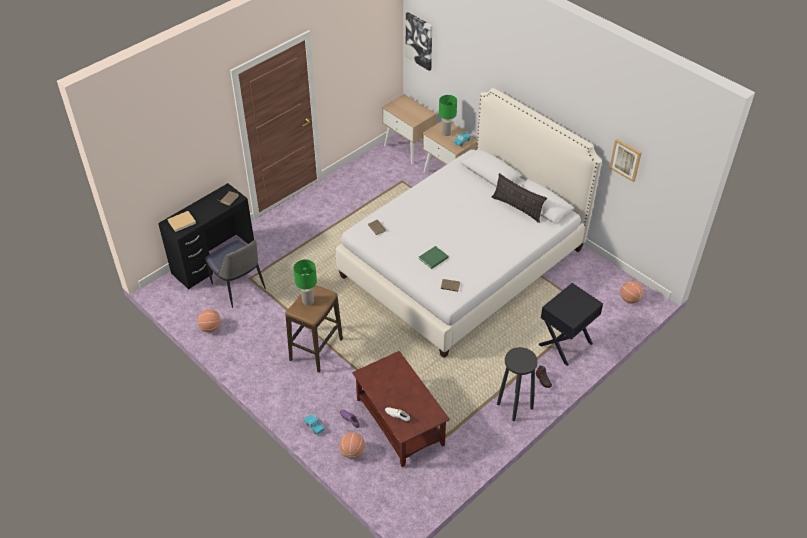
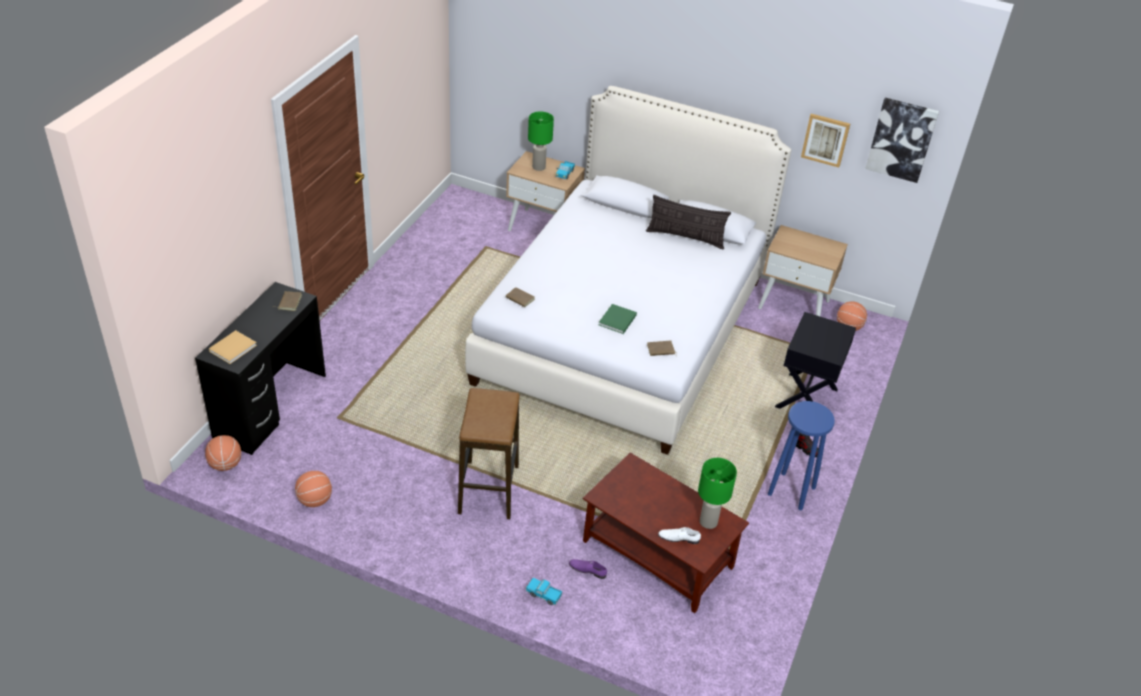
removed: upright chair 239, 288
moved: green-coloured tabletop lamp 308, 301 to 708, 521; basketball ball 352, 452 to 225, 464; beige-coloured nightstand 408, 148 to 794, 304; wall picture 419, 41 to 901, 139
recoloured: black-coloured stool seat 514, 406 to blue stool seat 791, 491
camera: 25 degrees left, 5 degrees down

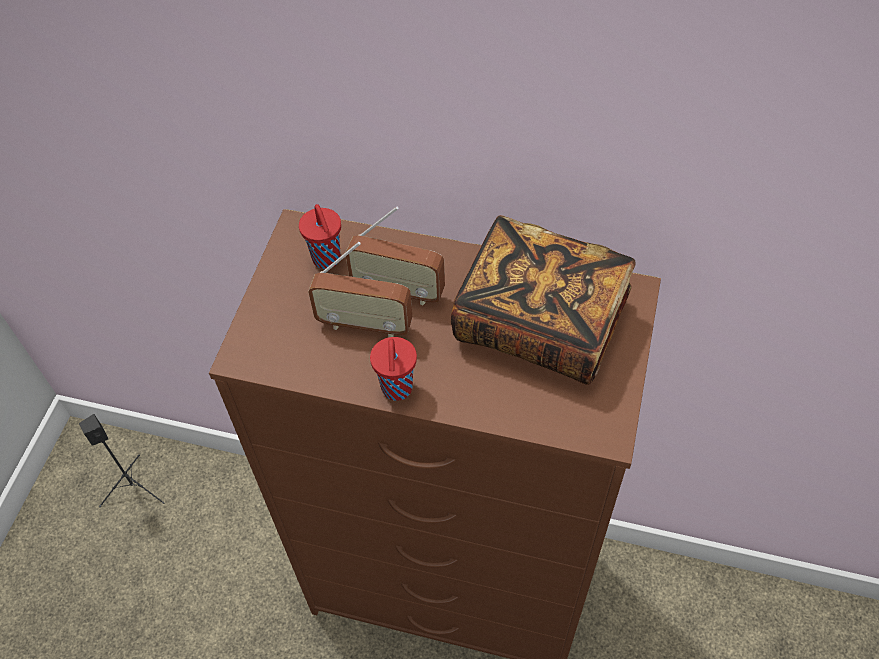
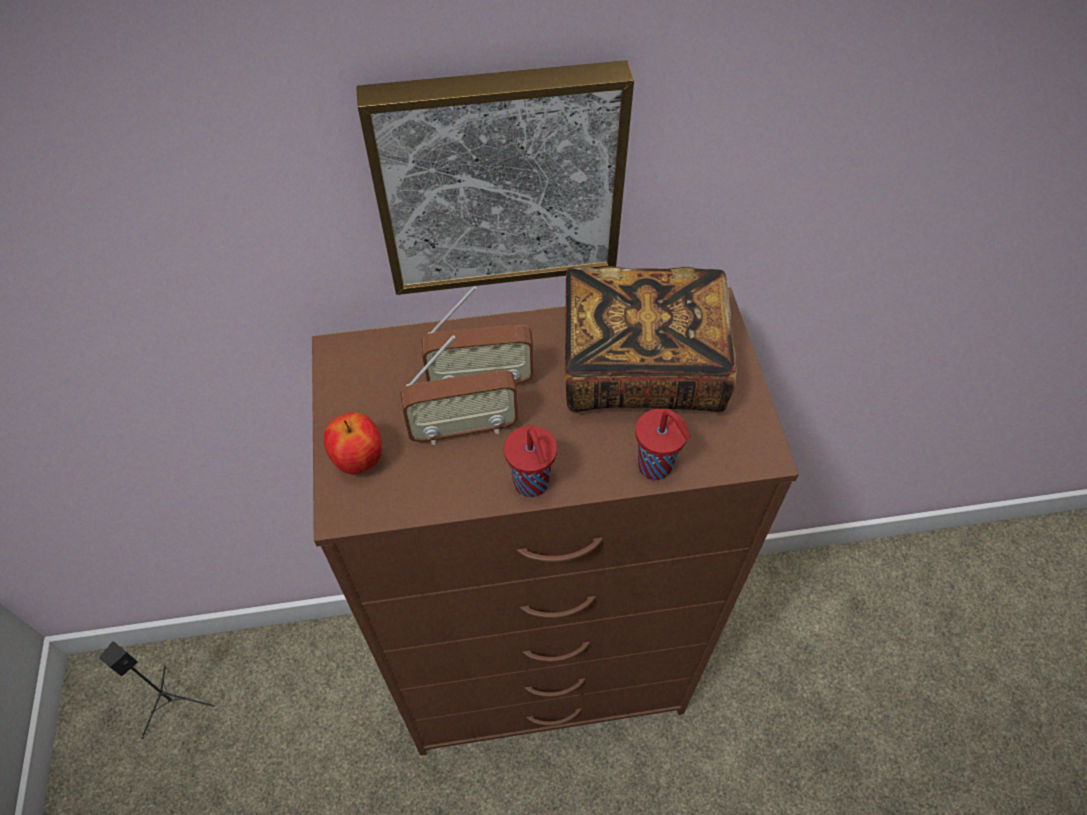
added: apple fruit 359, 461; wall picture 499, 178
moved: red cup 327, 260 to 656, 467
camera: 25 degrees left, 0 degrees up

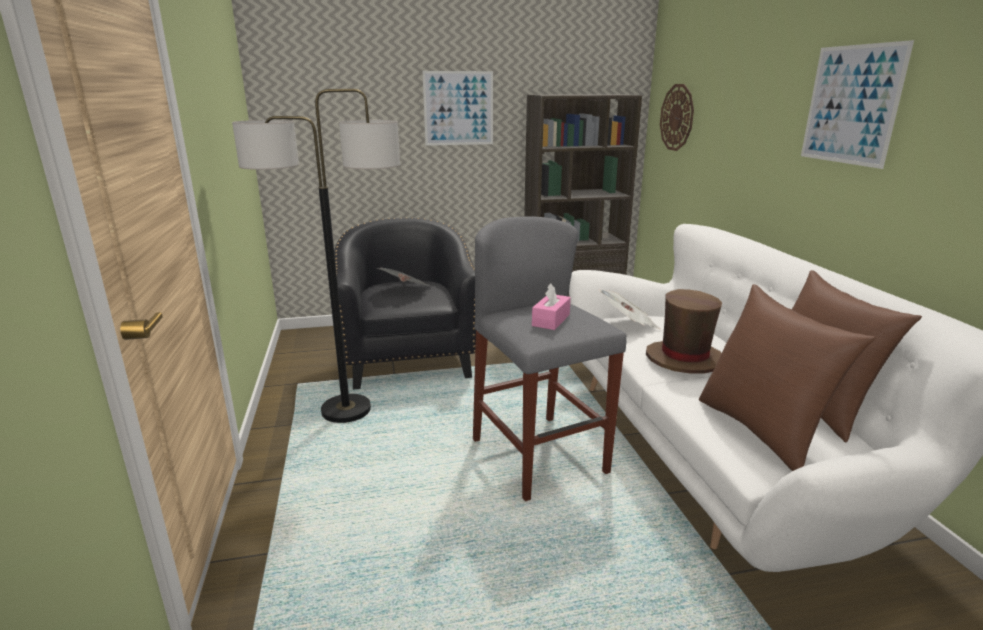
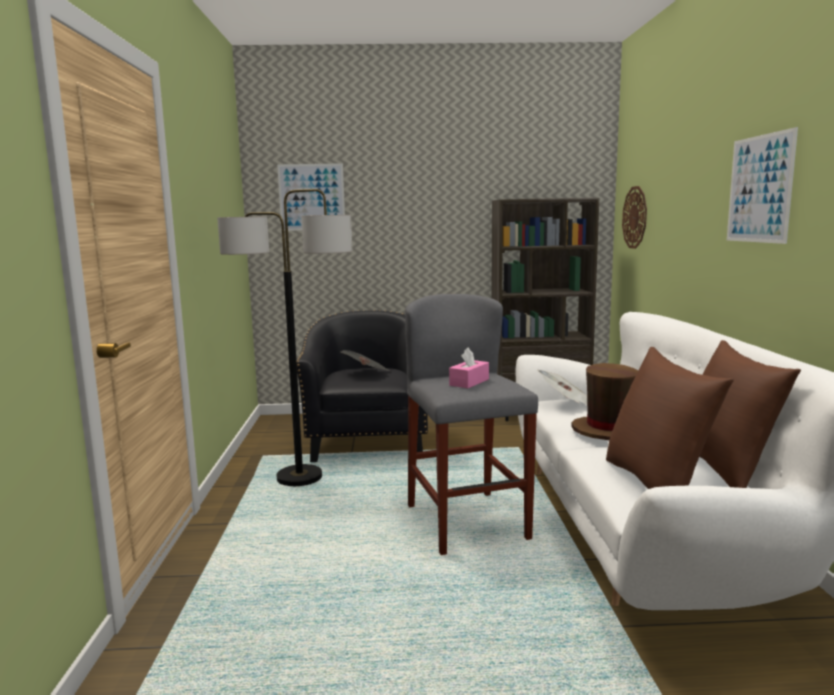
moved: wall picture 458, 108 to 311, 197
camera: 10 degrees right, 10 degrees down

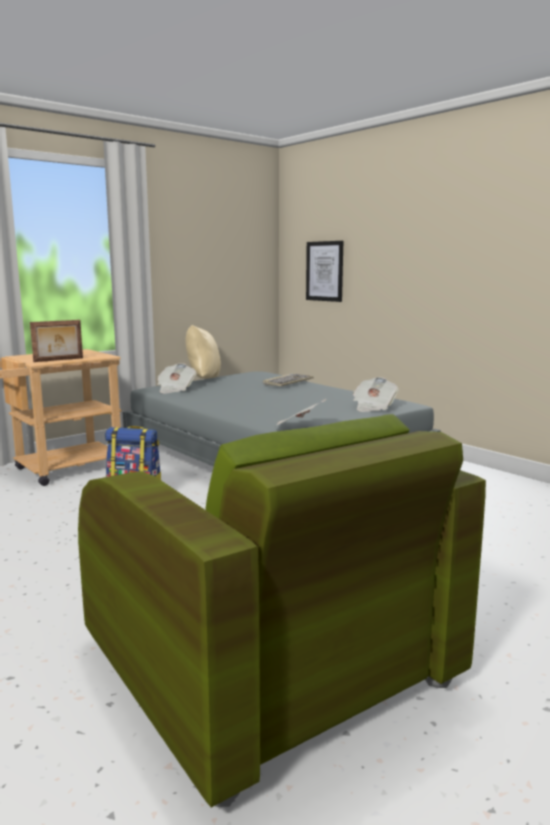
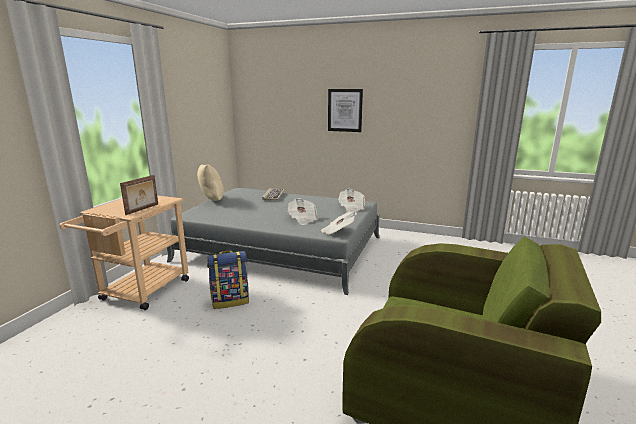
moved: newspaper 175, 389 to 302, 219; wall picture 324, 271 to 345, 110
camera: 30 degrees left, 5 degrees up

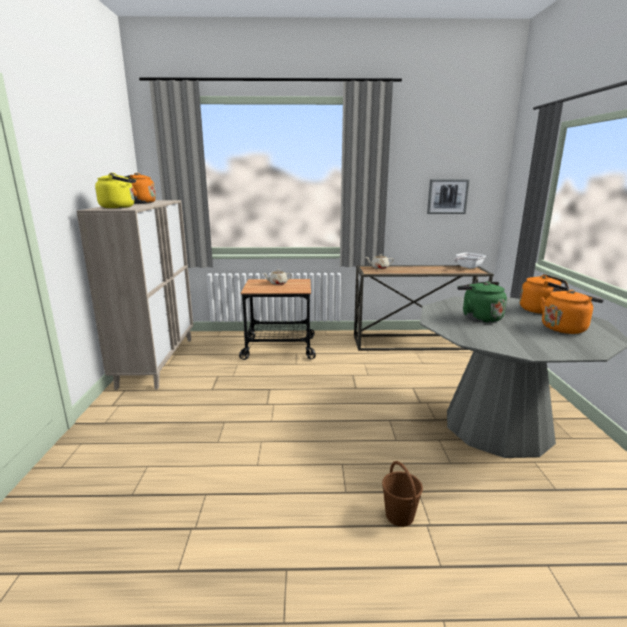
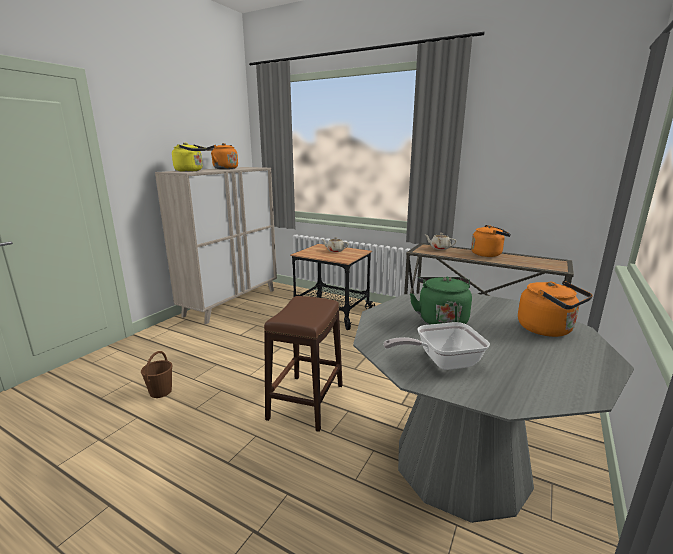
removed: wall picture 447, 196
added: brownish stool seat 305, 401
moved: brownish bucket 399, 515 to 161, 391; skillet 467, 267 to 441, 362; orange water kettle 564, 328 to 488, 254
camera: 30 degrees right, 0 degrees up

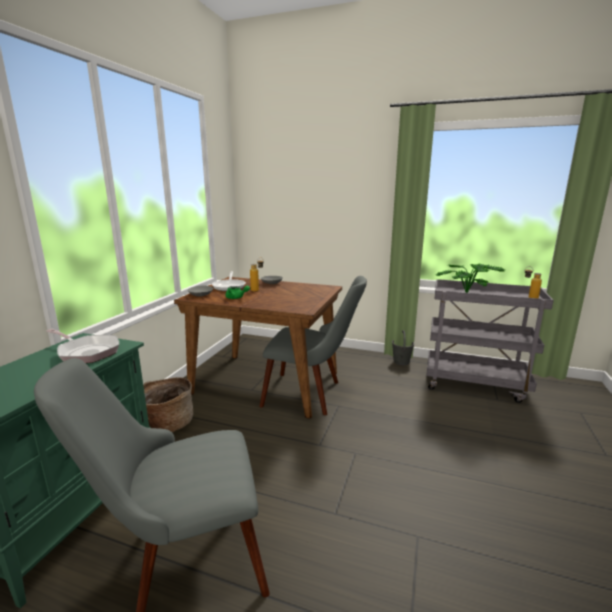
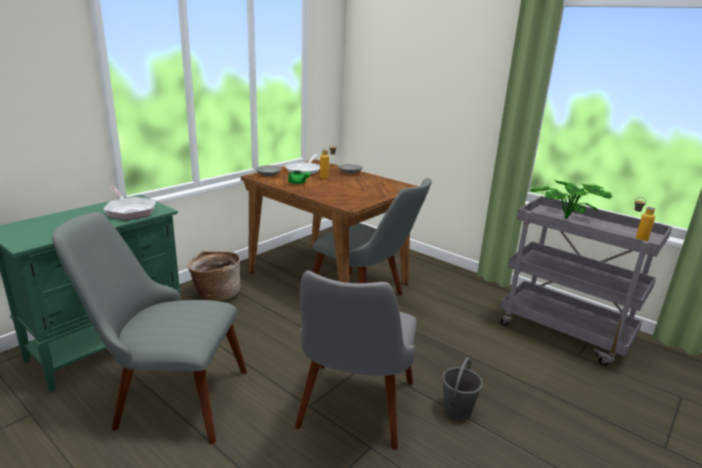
added: grey upright chair 352, 415
moved: grey bucket 401, 362 to 457, 410
camera: 20 degrees right, 5 degrees up

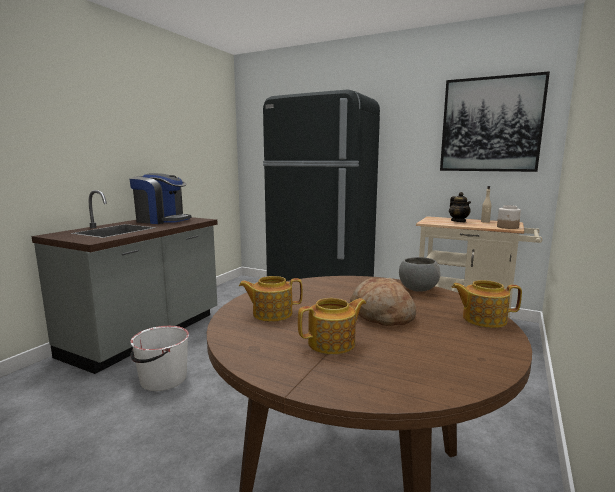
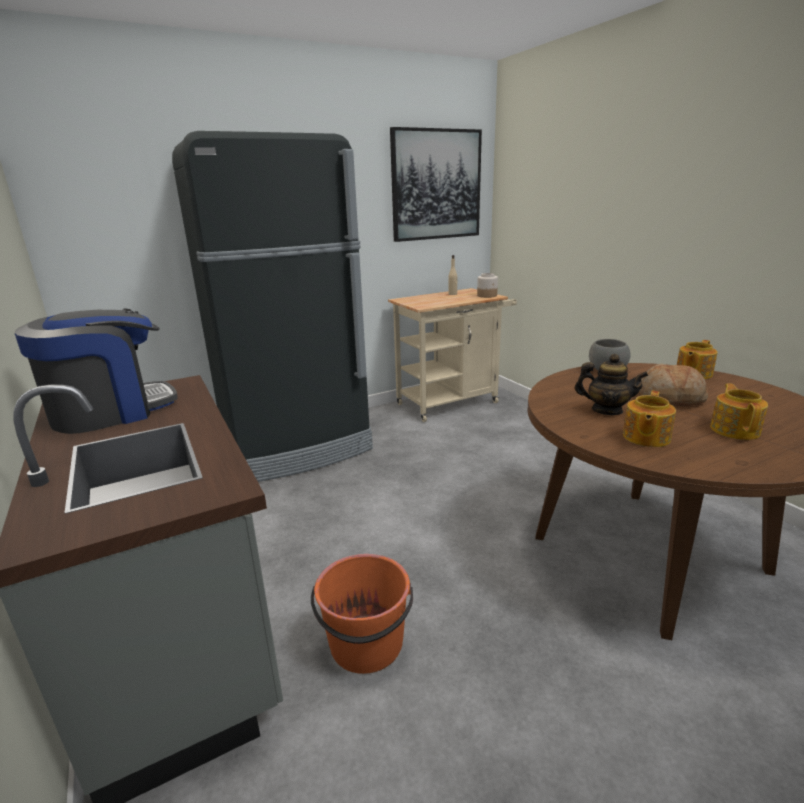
moved: tea pot 458, 221 to 606, 410
recoloured: white-coloured bucket 162, 379 to orange bucket 366, 644
camera: 55 degrees left, 10 degrees up

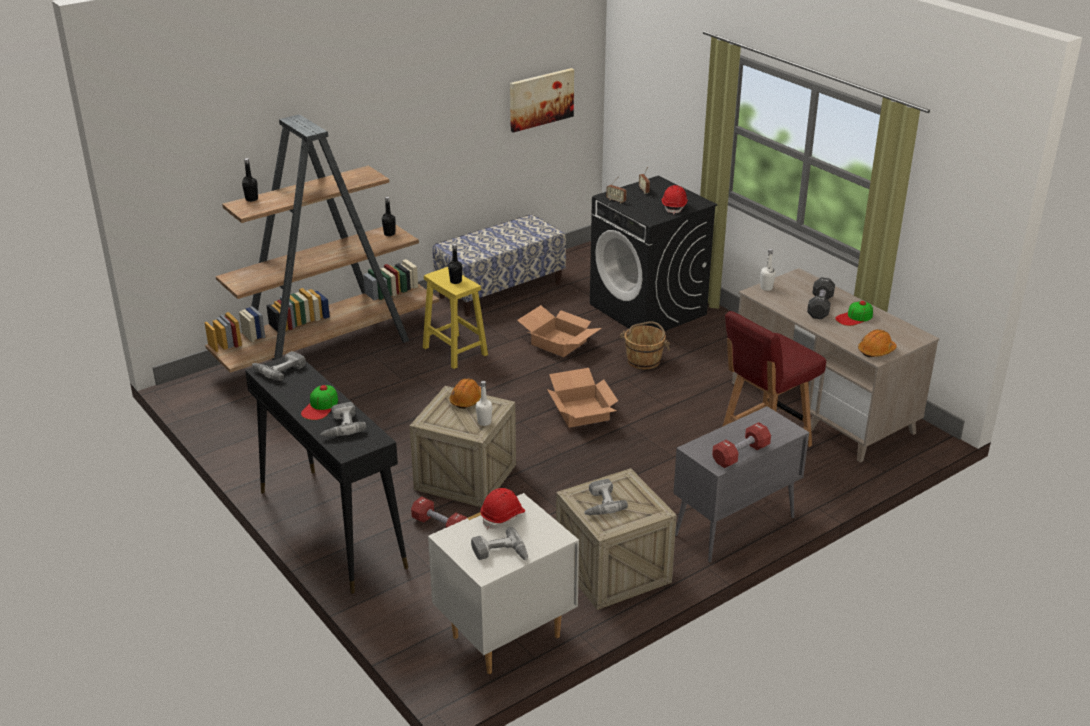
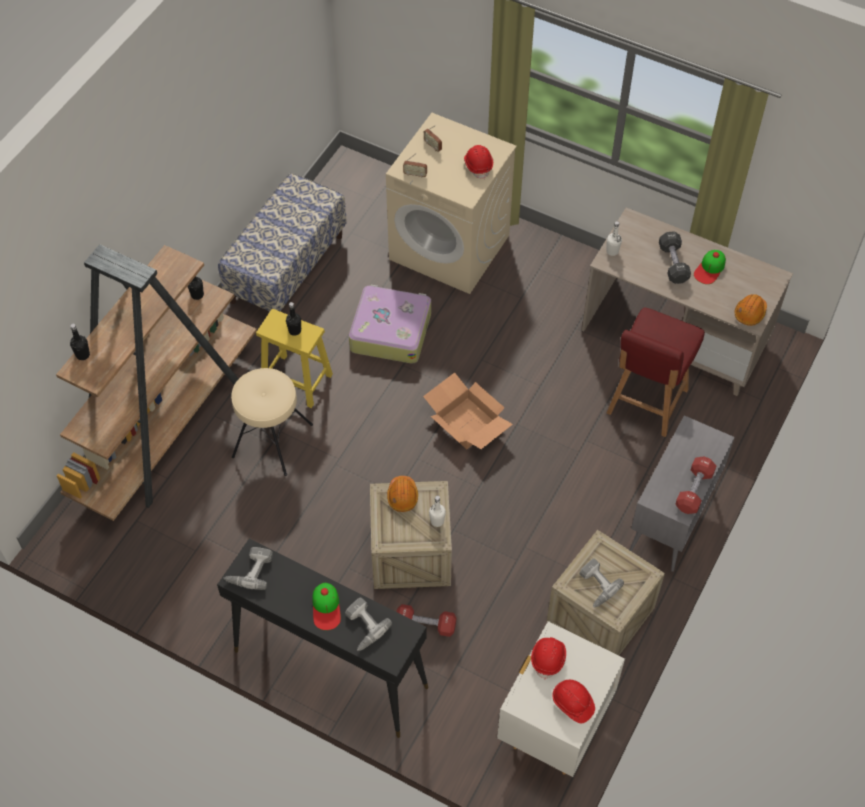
removed: wall picture 541, 99; brownish bucket 644, 360
added: beige-coloured stool seat 271, 440
replaced: power drill 500, 554 to red safety helmet 572, 704; carton 558, 343 to suitcase 390, 331
recoloured: black-coloured laundry machine 648, 309 to beige-coloured laundry machine 450, 247
camera: 25 degrees left, 25 degrees up

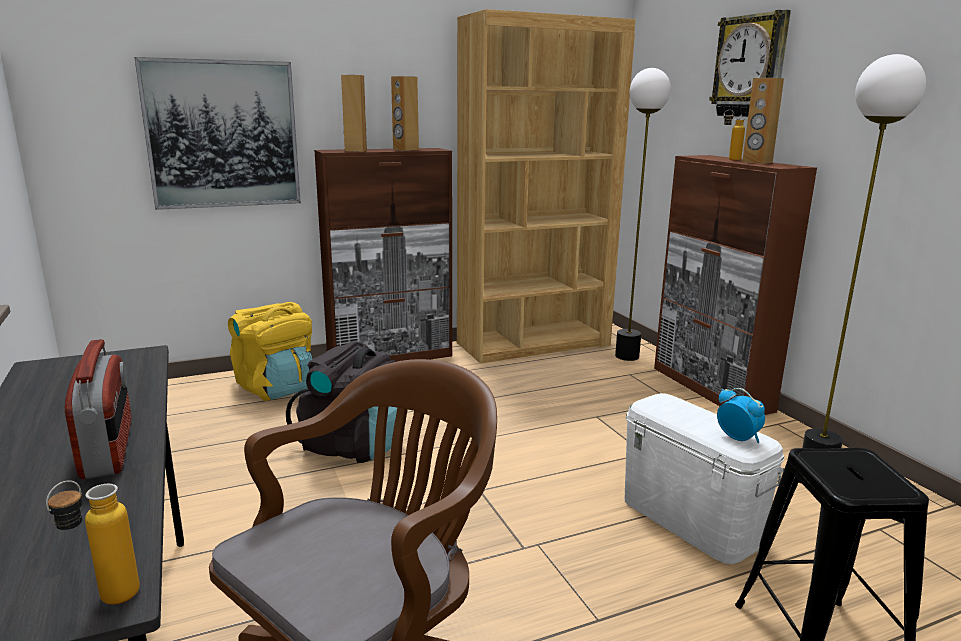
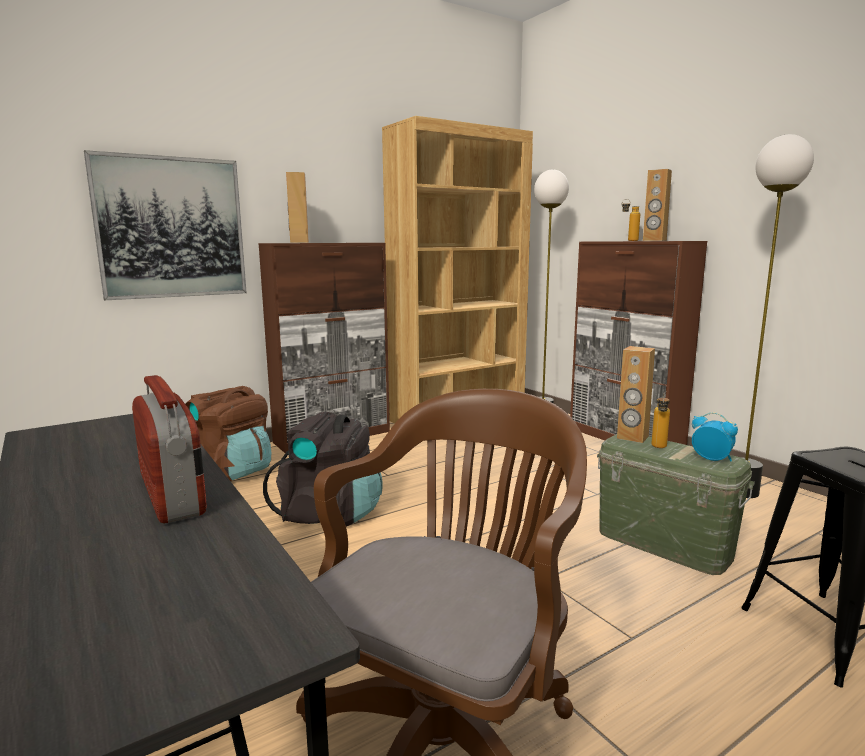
removed: clock on the wall 750, 66
moved: beverage bottle 106, 603 to 659, 448; brownish audio speaker 405, 149 to 632, 437
recoloured: yellow-coloured rucksack 276, 388 to brownish rucksack 232, 471; white-coloured storage bin 690, 520 to green-coloured storage bin 664, 543
camera: 10 degrees left, 5 degrees down

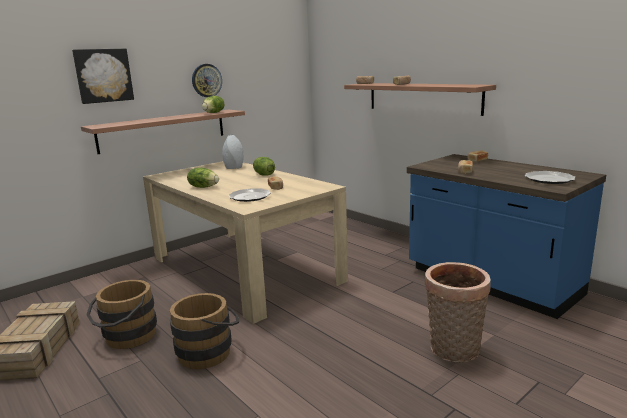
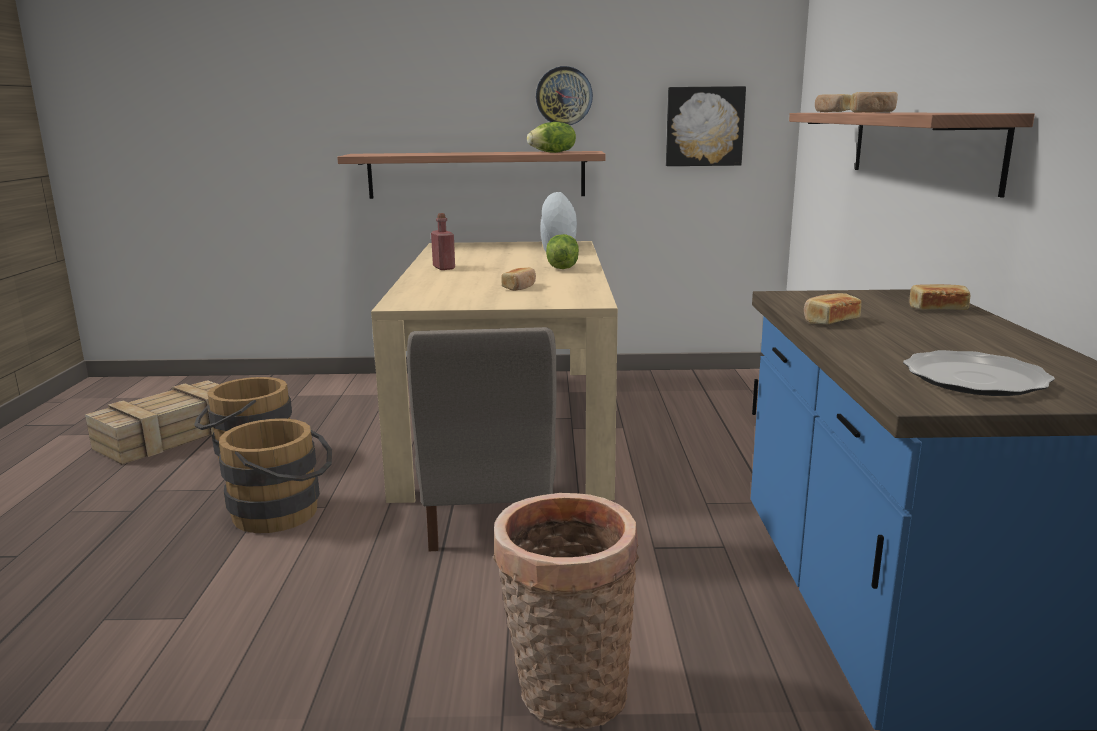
removed: plate 250, 196
added: grey upright chair 488, 516
moved: wall picture 103, 75 to 704, 126
replaced: lettuce head 203, 187 to red beverage bottle 444, 268
camera: 40 degrees right, 0 degrees up

